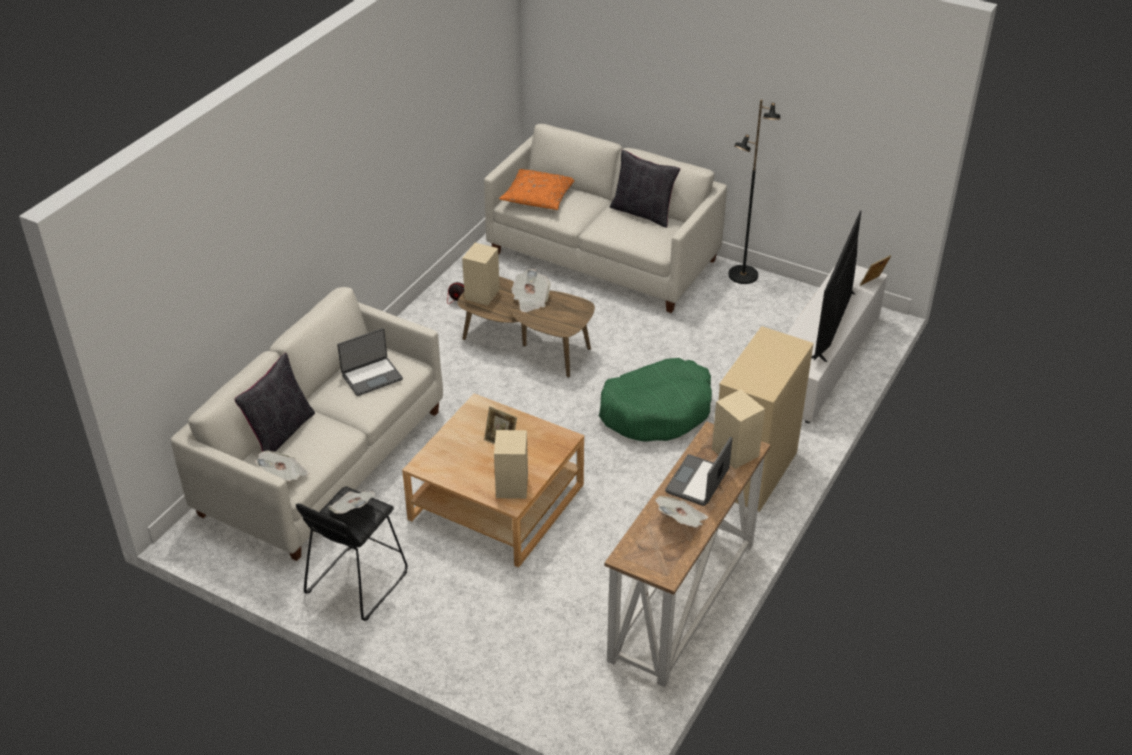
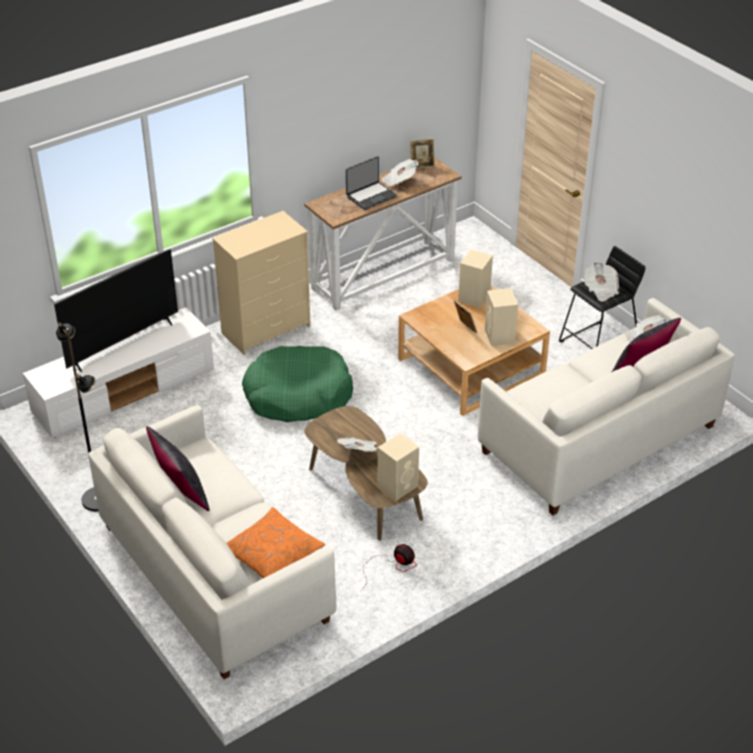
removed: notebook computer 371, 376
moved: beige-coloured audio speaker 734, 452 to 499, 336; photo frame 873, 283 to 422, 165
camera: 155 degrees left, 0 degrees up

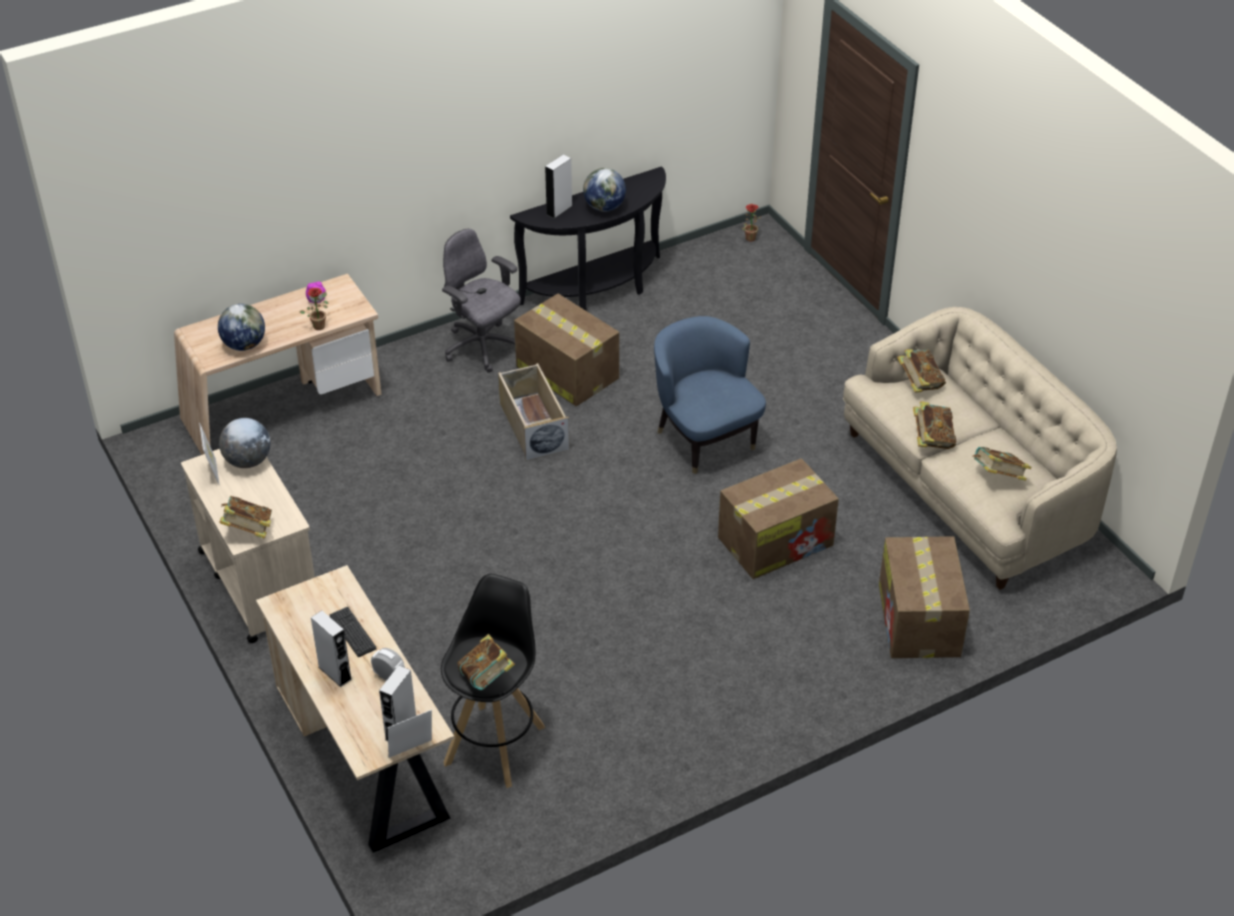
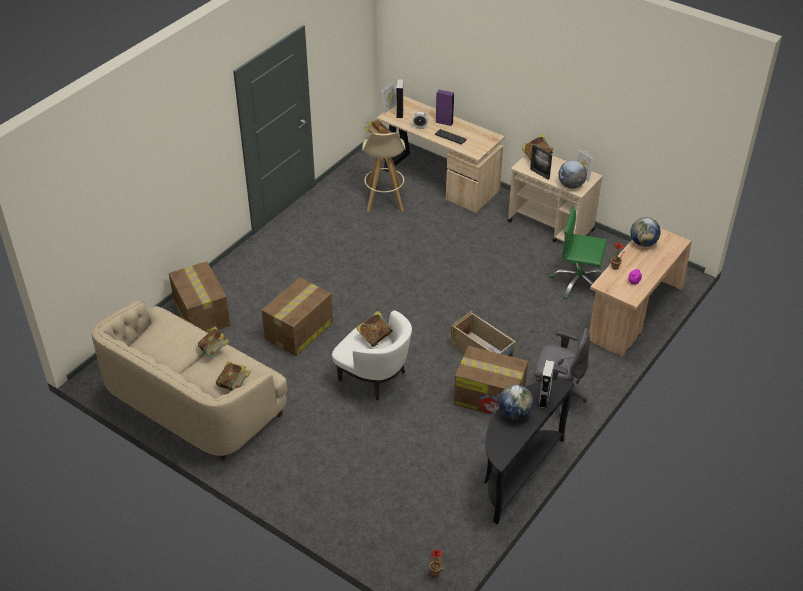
added: photo frame 539, 174; green-coloured computer chair 578, 283
moved: book 998, 477 to 375, 337
recoloured: grey audio speaker 335, 673 to purple-coloured audio speaker 444, 122; black-coloured stool seat 495, 743 to beige-coloured stool seat 384, 199; blue armchair 704, 438 to white-coloured armchair 374, 380
camera: 155 degrees right, 0 degrees up

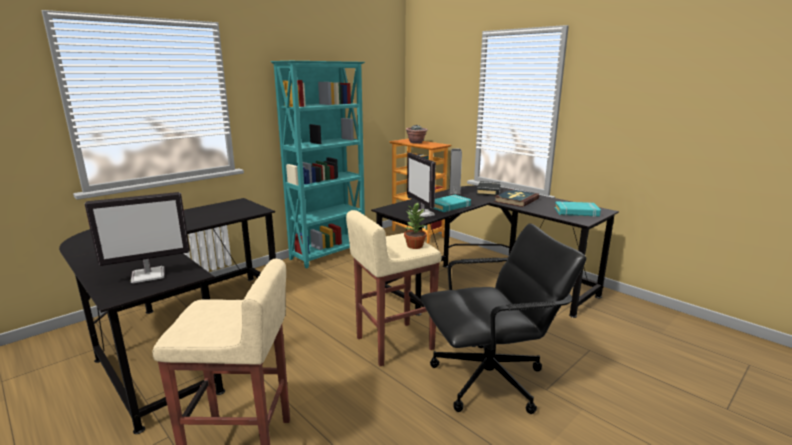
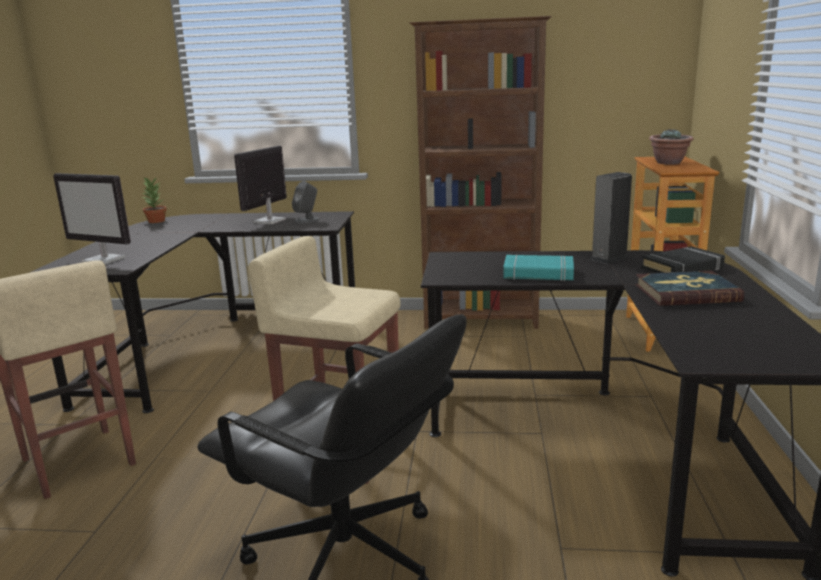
removed: blue-green book 576, 212
added: grey audio speaker 307, 220
moved: potted plant 414, 246 to 156, 221; computer screen 422, 214 to 269, 221
recoloured: blue-green bookcase 329, 254 to brownish bookcase 481, 320
camera: 50 degrees right, 0 degrees up

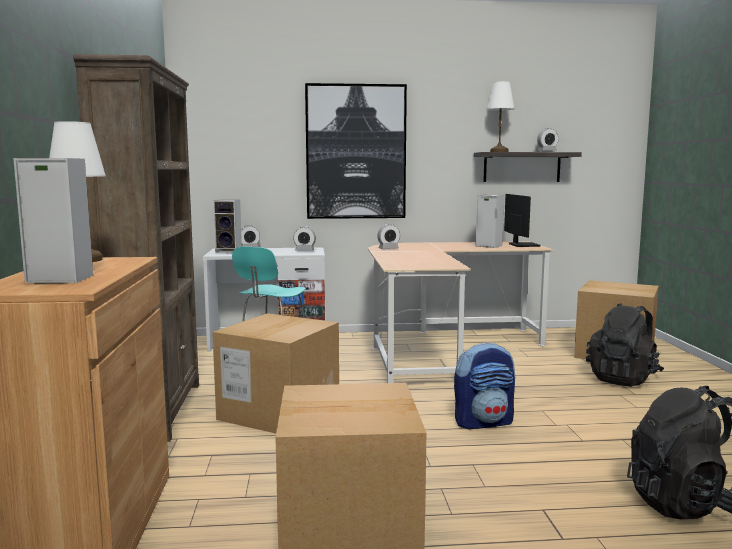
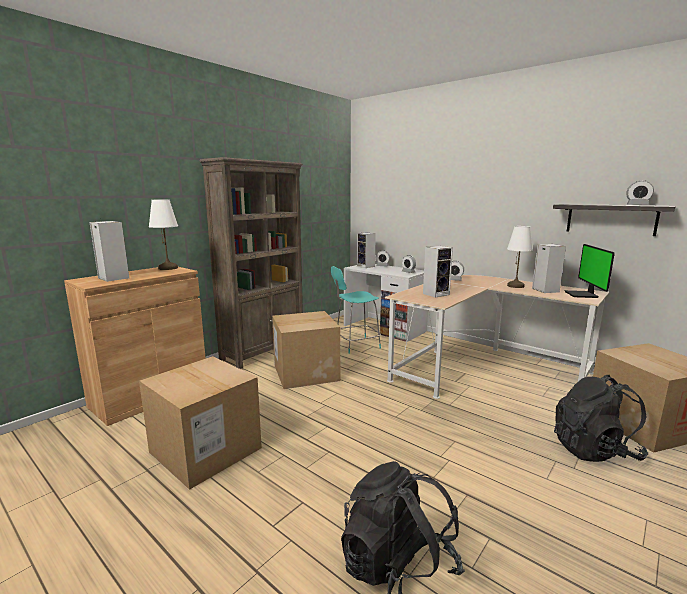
removed: wall picture 356, 152; rucksack 484, 422
added: audio speaker 436, 294
moved: white-coloured tabletop lamp 499, 152 to 515, 286
turned: computer screen 522, 245 = 582, 295 150 degrees clockwise
camera: 45 degrees right, 5 degrees up

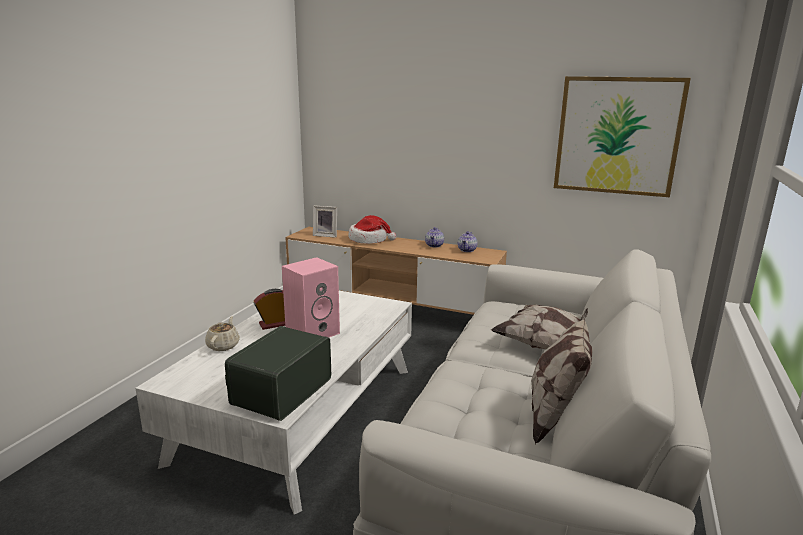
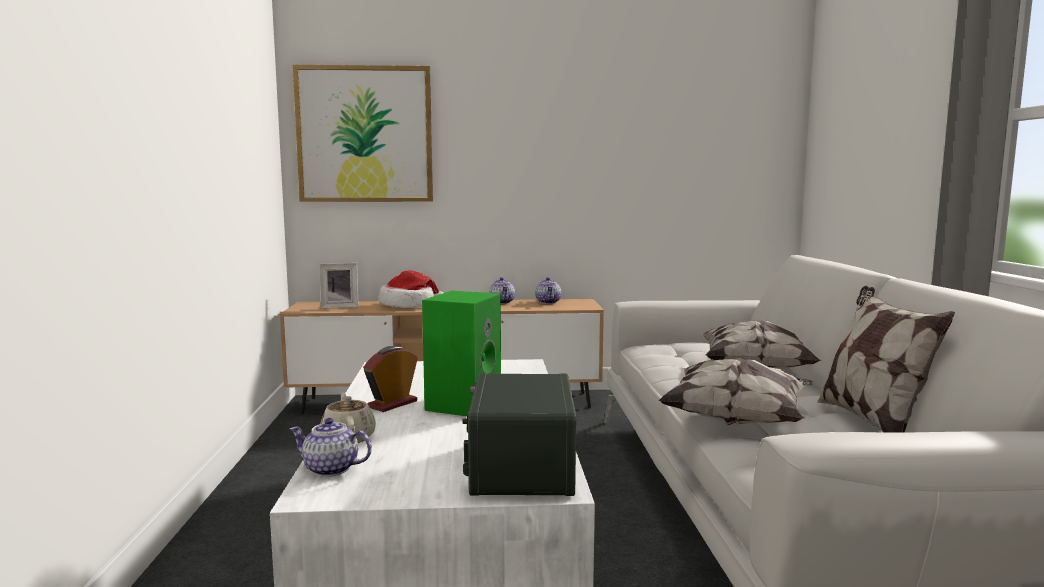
added: tea pot 330, 469; cushion 738, 420
moved: wall picture 617, 136 to 365, 134
recoloured: pinkish audio speaker 313, 332 to green-coloured audio speaker 463, 403
camera: 25 degrees left, 10 degrees down

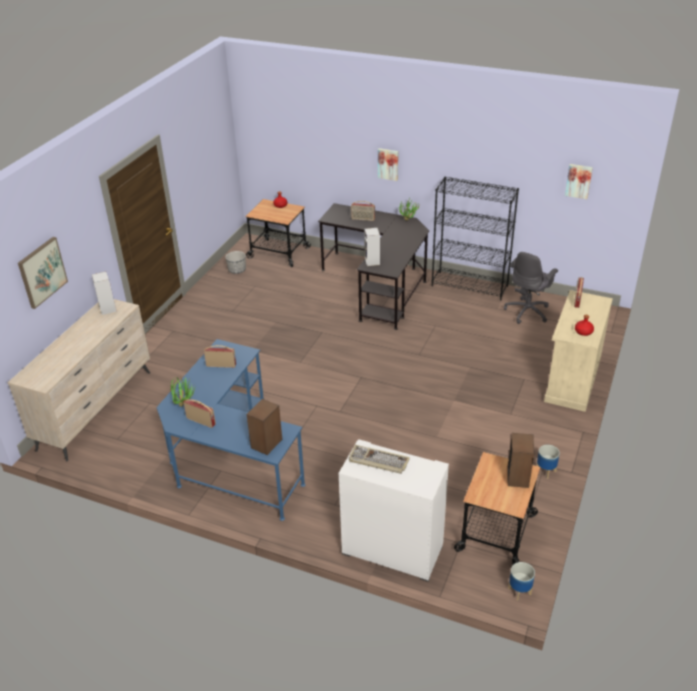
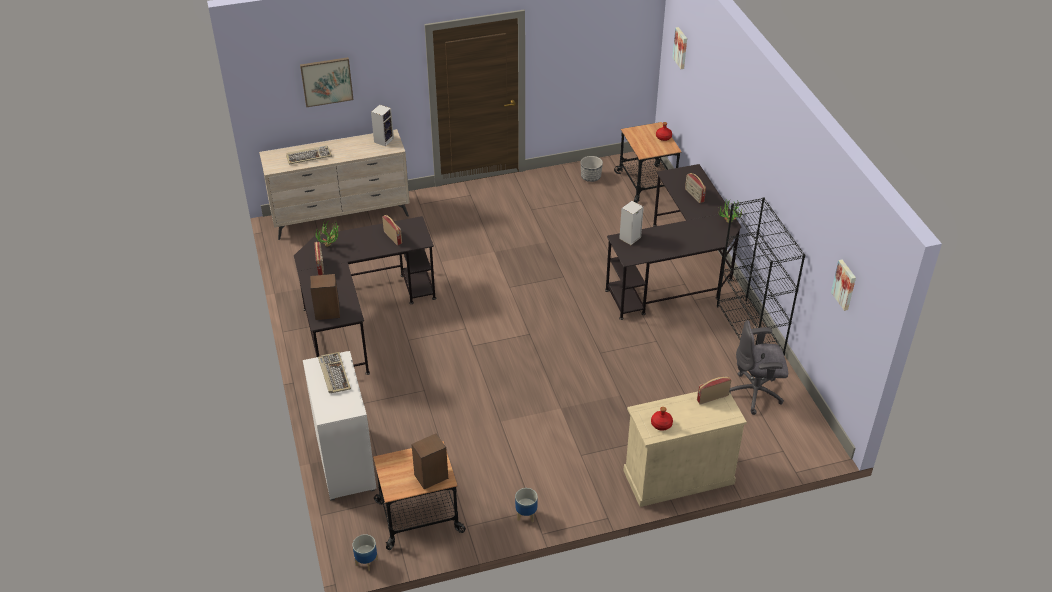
added: PC keyboard 309, 156
moved: wall picture 388, 164 to 681, 48
recoloured: blue desk unit 230, 458 to black-coloured desk unit 358, 317
camera: 50 degrees right, 5 degrees up

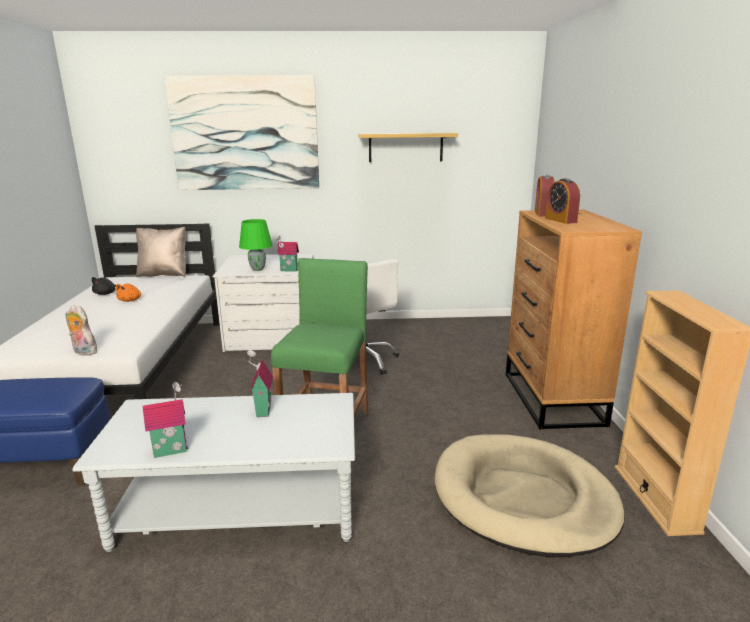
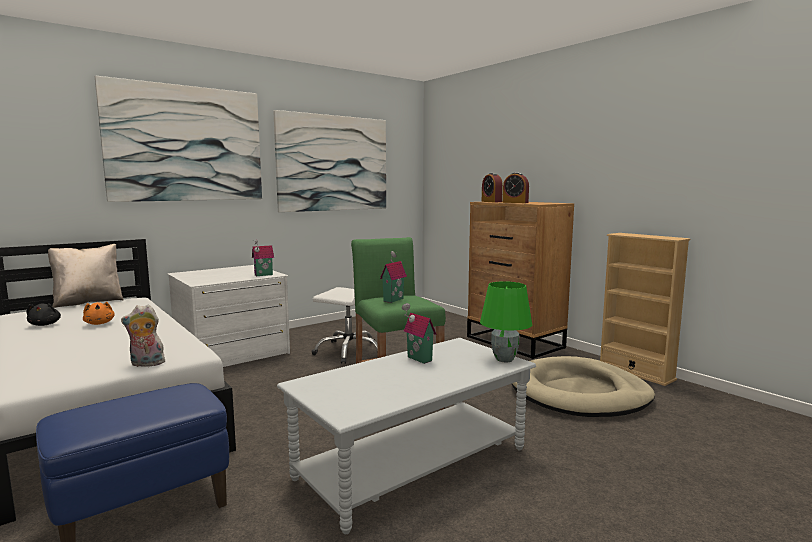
moved: model house 170, 449 to 392, 299; green-coloured tabletop lamp 257, 269 to 504, 359
replaced: shelf 405, 147 to wall picture 333, 163
camera: 35 degrees left, 10 degrees down

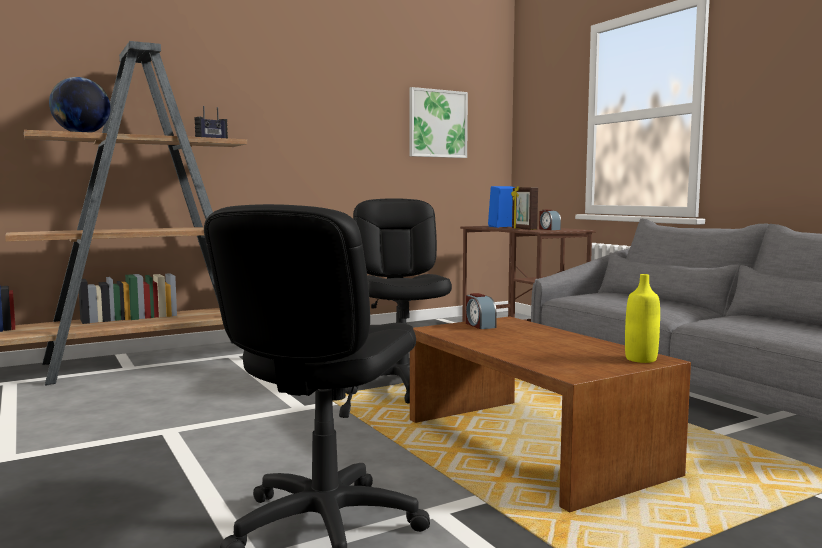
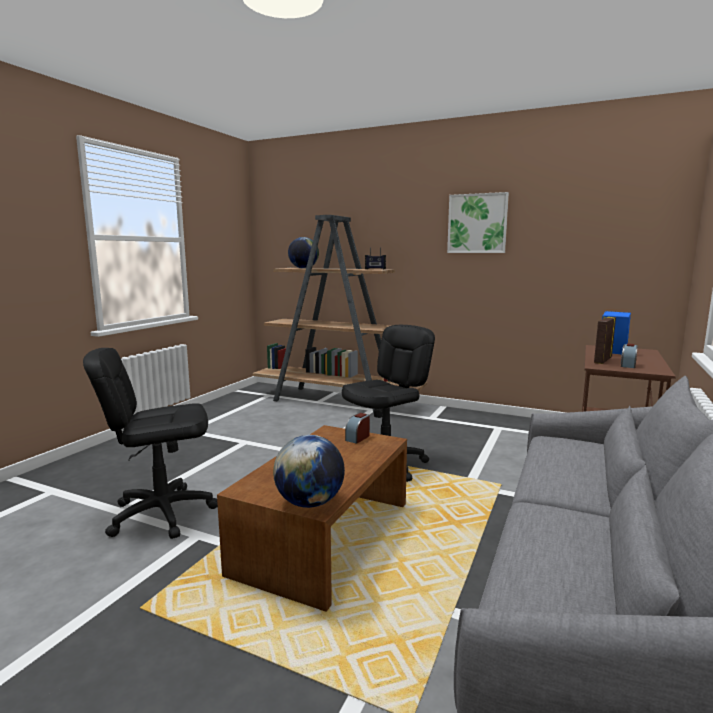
moved: wall picture 437, 123 to 477, 223
replaced: yellow-coloured beverage bottle 641, 359 to desk globe 309, 503
camera: 55 degrees right, 5 degrees up

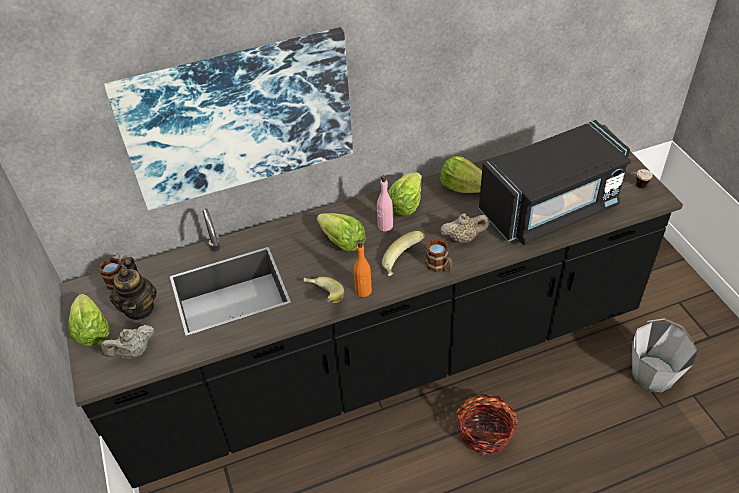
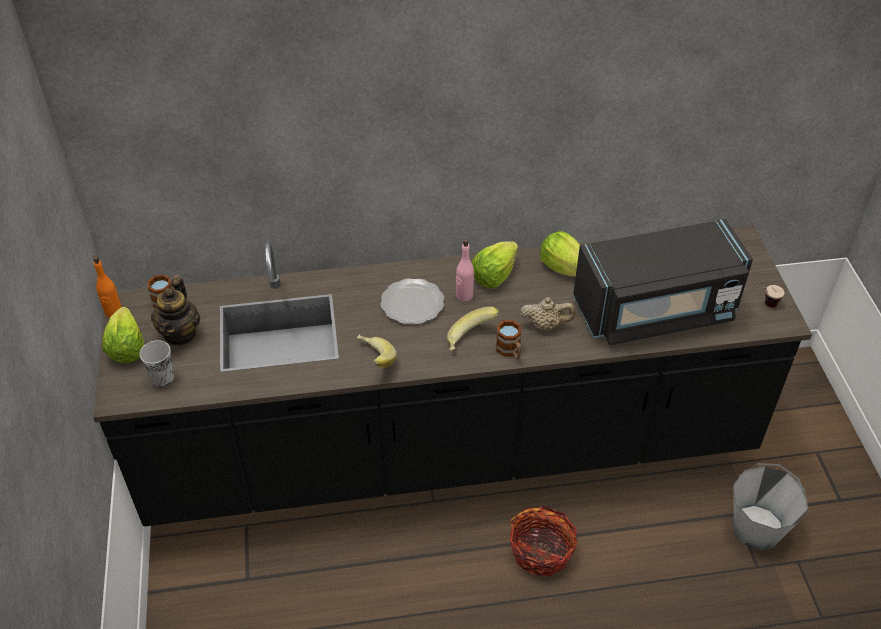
removed: wall picture 239, 118
moved: orange beverage bottle 363, 291 to 113, 312
replaced: beige-coloured tea pot 133, 352 to cup 163, 378; lettuce head 342, 242 to plate 412, 304
camera: 10 degrees right, 0 degrees up

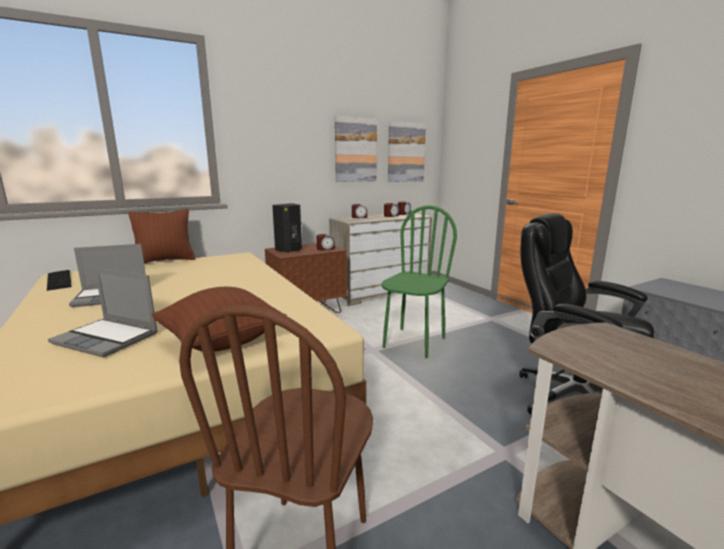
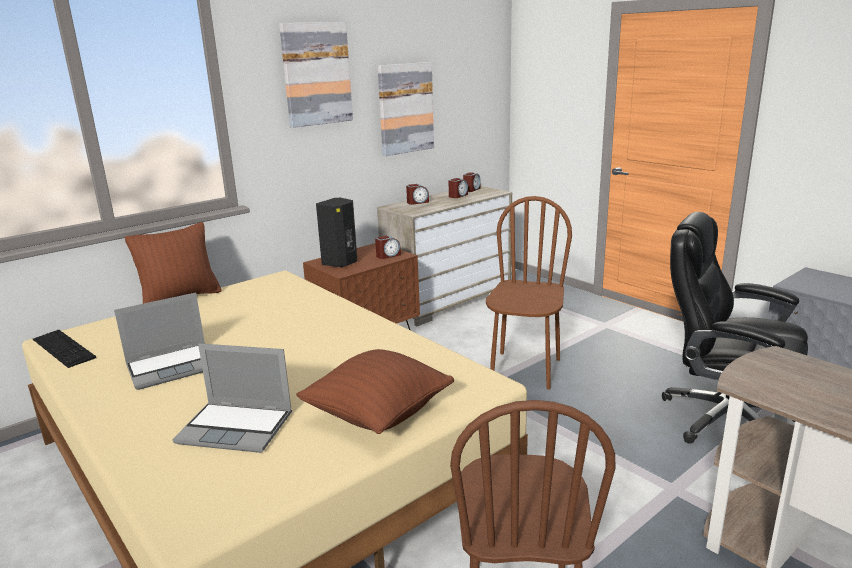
moved: wall picture 406, 152 to 316, 74
recoloured: green-coloured upright chair 413, 342 to brownish upright chair 524, 370
camera: 10 degrees left, 5 degrees up

